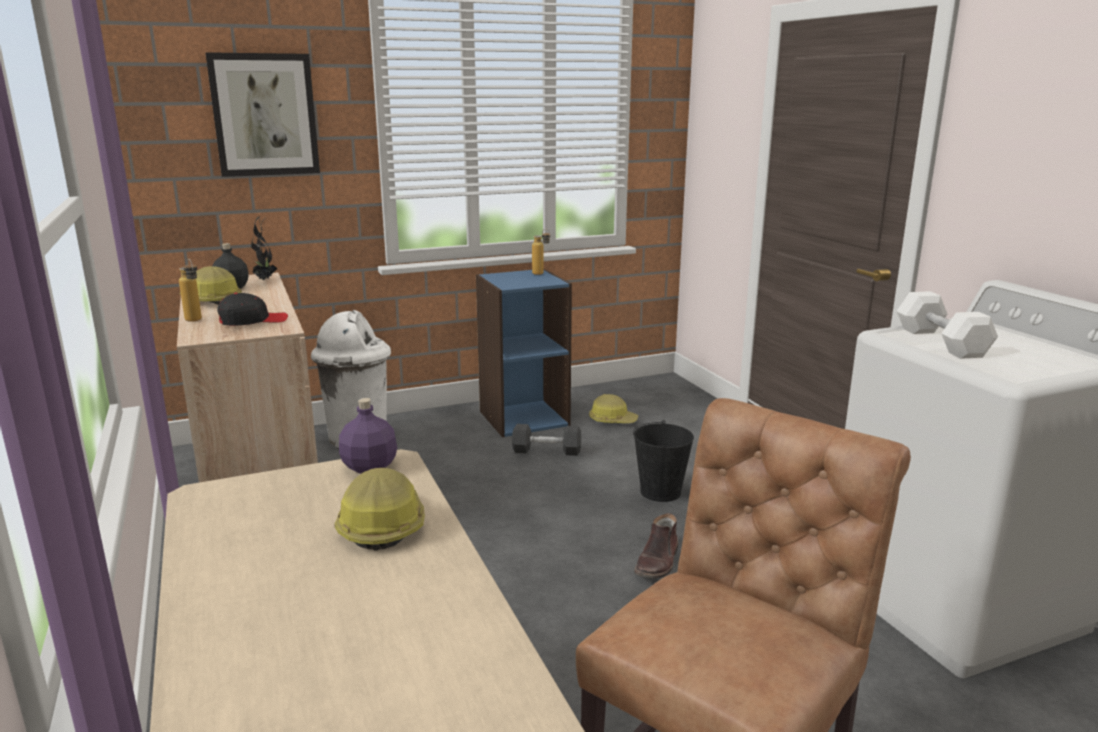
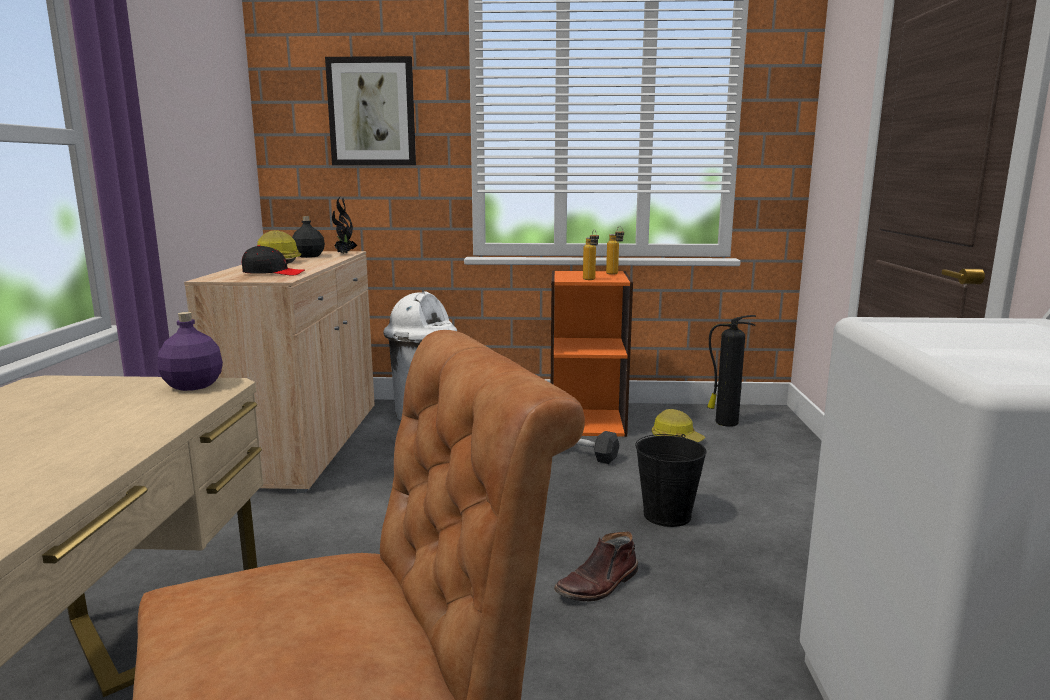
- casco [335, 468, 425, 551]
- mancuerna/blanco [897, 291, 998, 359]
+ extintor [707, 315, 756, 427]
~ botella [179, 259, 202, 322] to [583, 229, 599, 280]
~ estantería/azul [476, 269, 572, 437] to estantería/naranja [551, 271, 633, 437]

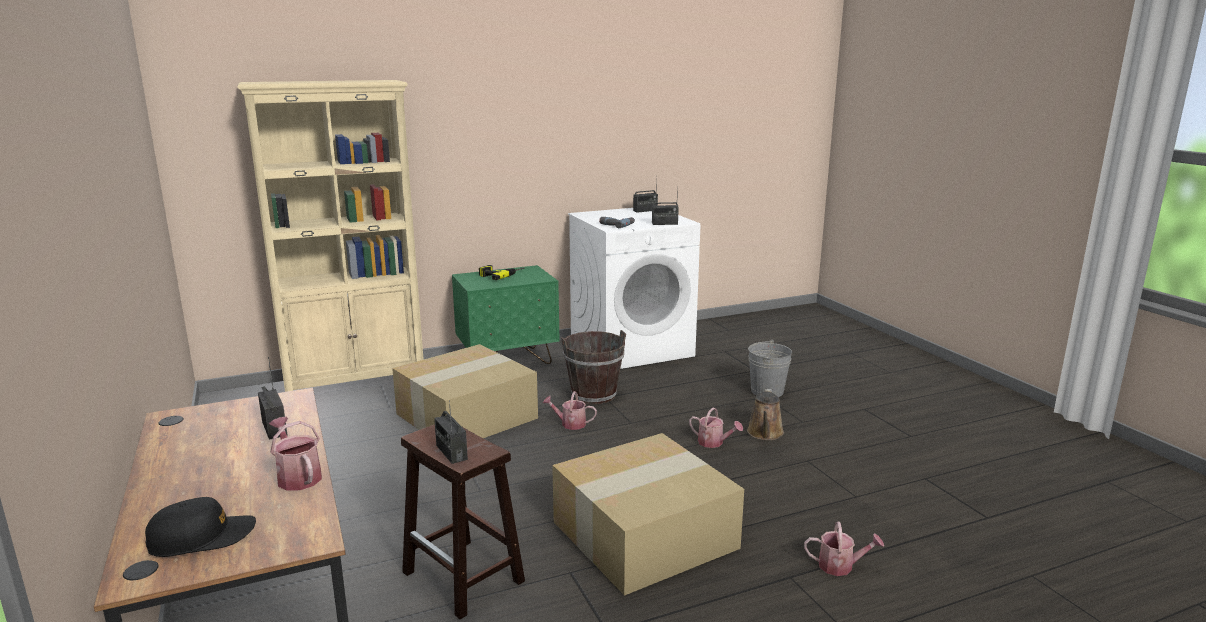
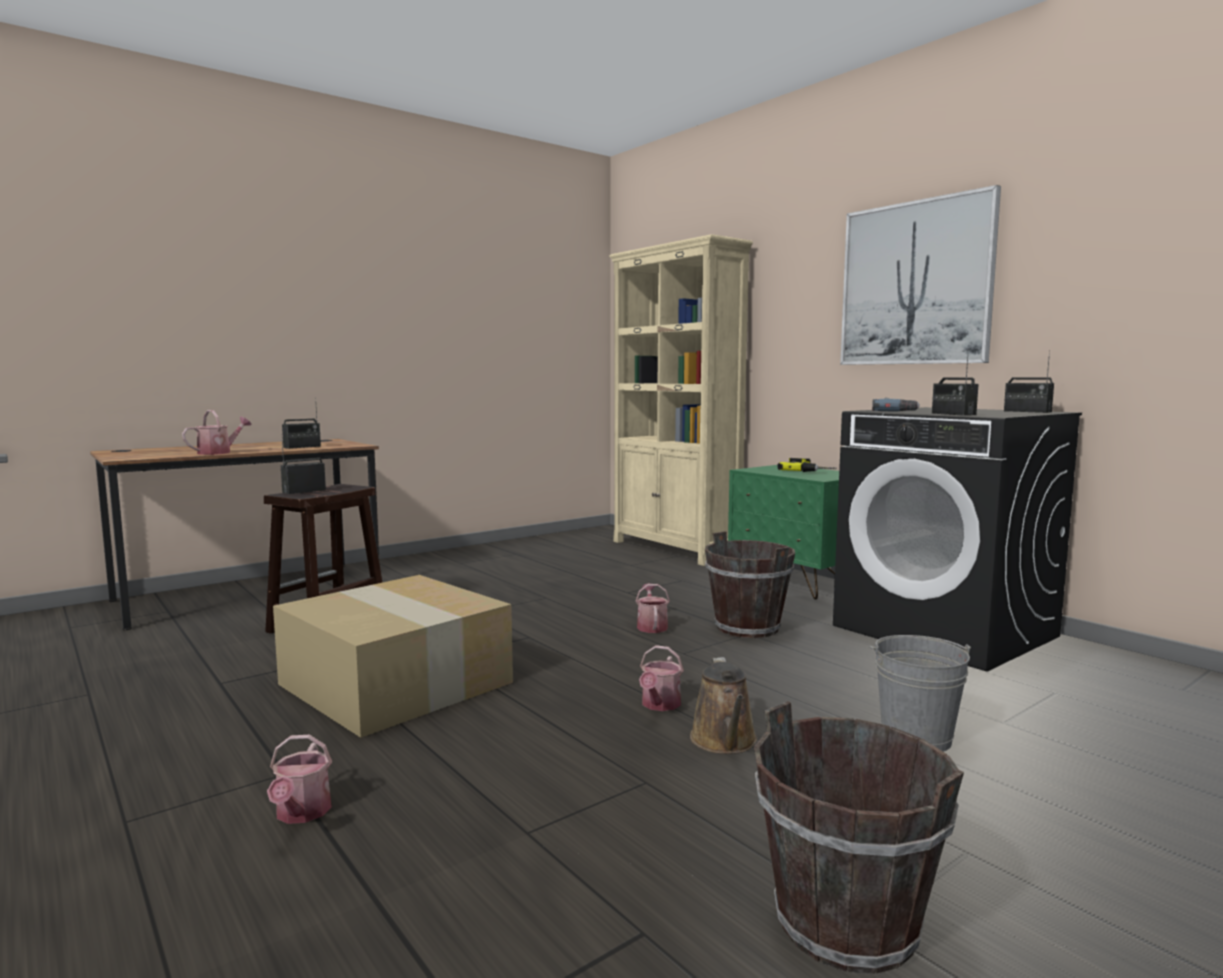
- gorra/negro [145, 497, 256, 557]
- caja de cartón [392, 344, 538, 438]
+ cubo/marrón [754, 701, 964, 974]
+ cuadro [840, 185, 1001, 365]
~ lavadora/blanco [568, 208, 700, 369] to lavadora/negro [833, 407, 1082, 672]
~ regadera/marrón [747, 389, 784, 440] = [690, 657, 757, 754] 90 degrees counterclockwise

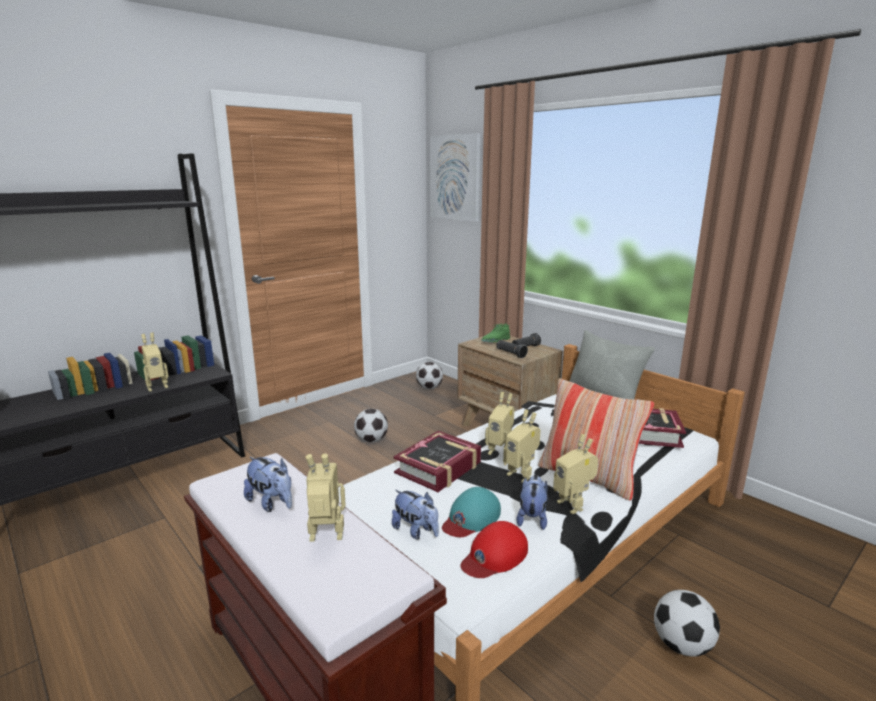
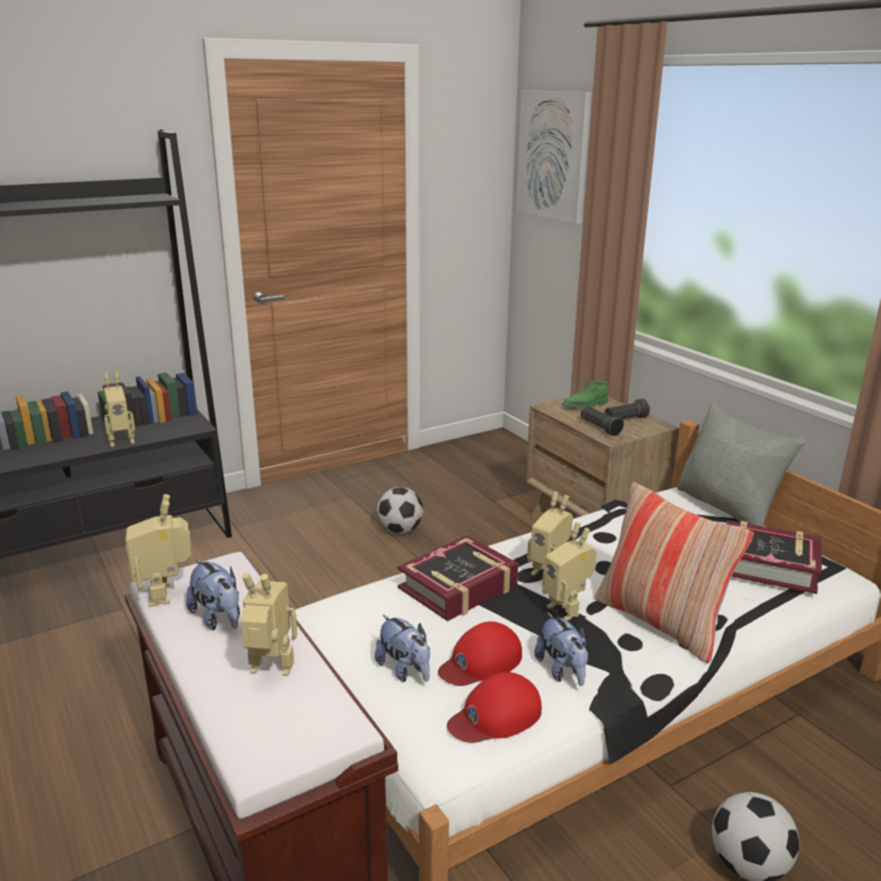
- balón de fútbol [416, 362, 443, 389]
~ robot de juguete [553, 434, 598, 514] to [125, 494, 191, 607]
~ gorra/turquesa [442, 487, 501, 537] to gorra/rojo [438, 621, 522, 686]
~ peluche [516, 475, 548, 530] = [534, 612, 588, 686] 135 degrees clockwise

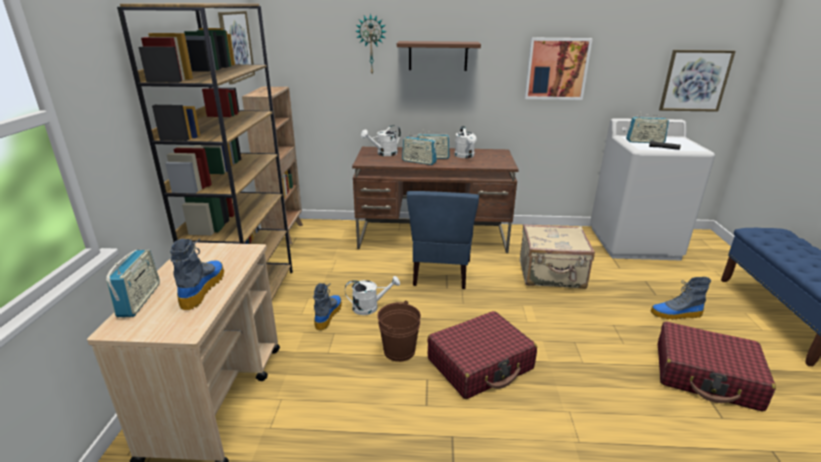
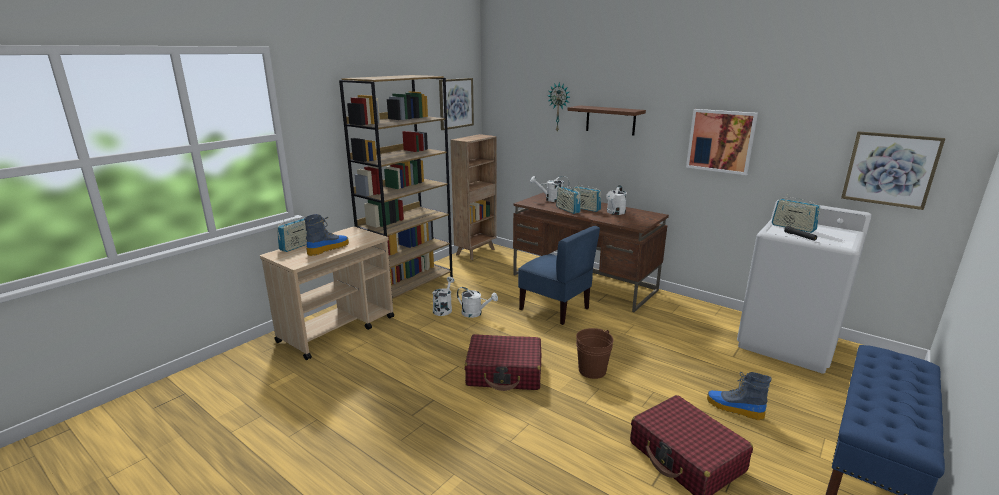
- maleta/beis [520, 224, 595, 289]
~ cubo/marrón [377, 301, 421, 362] to [576, 328, 614, 379]
~ bota [313, 283, 342, 330] to regadera/blanco [432, 277, 455, 316]
~ silla/azul [407, 191, 479, 289] = [518, 226, 600, 325] 90 degrees counterclockwise

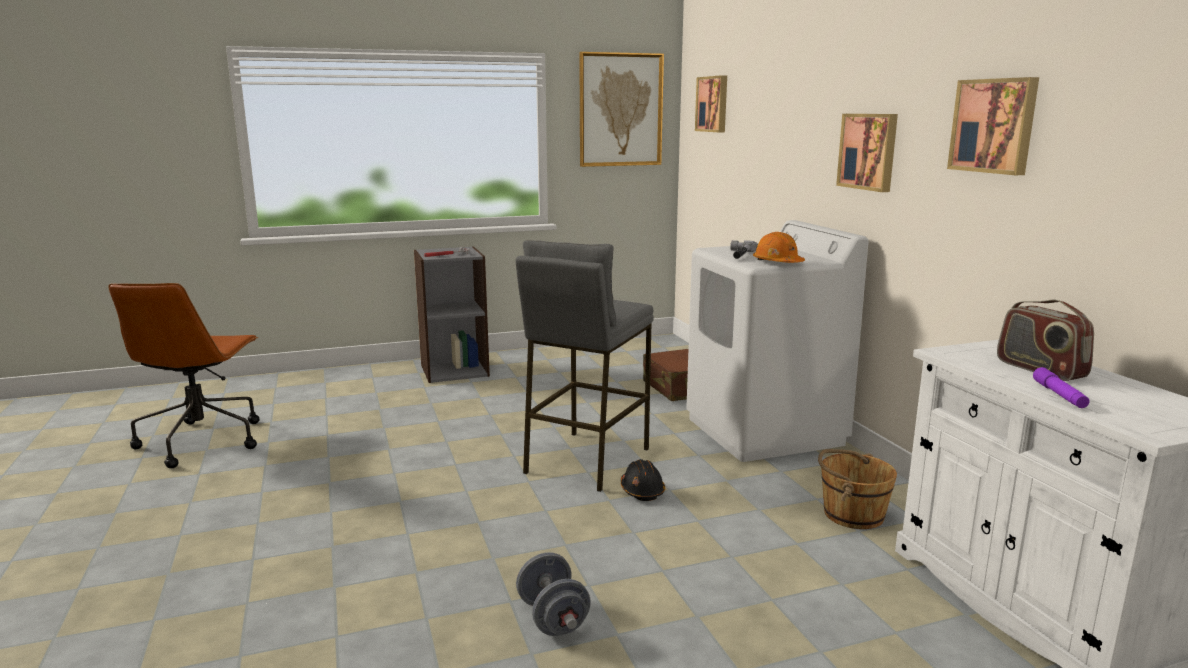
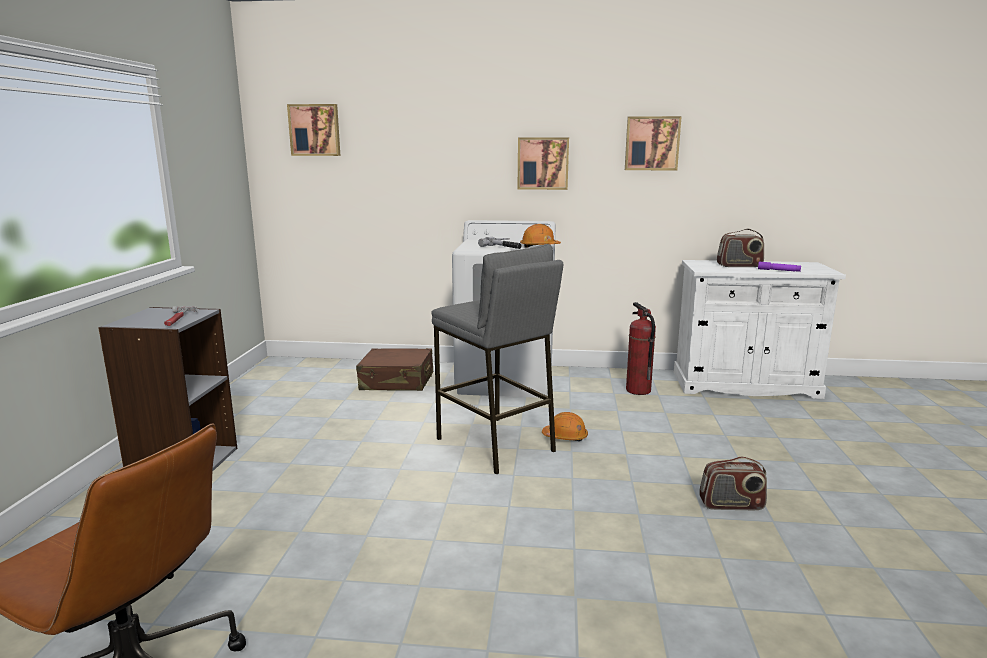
- cuadro [579, 52, 664, 167]
~ mancuerna/gris [516, 552, 591, 636] to radio [699, 457, 767, 510]
~ cubo/marrón [818, 449, 897, 529] to extintor [626, 302, 656, 395]
~ casco/negro [621, 459, 665, 501] to casco/naranja [542, 412, 588, 441]

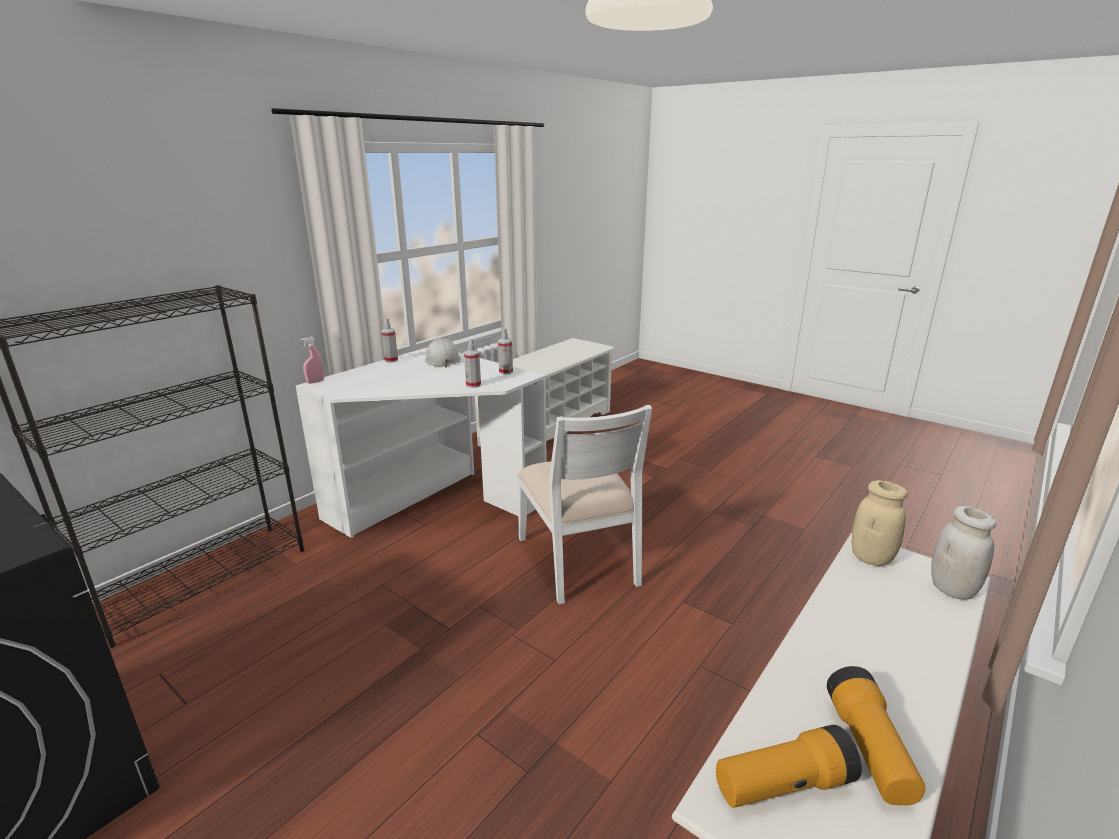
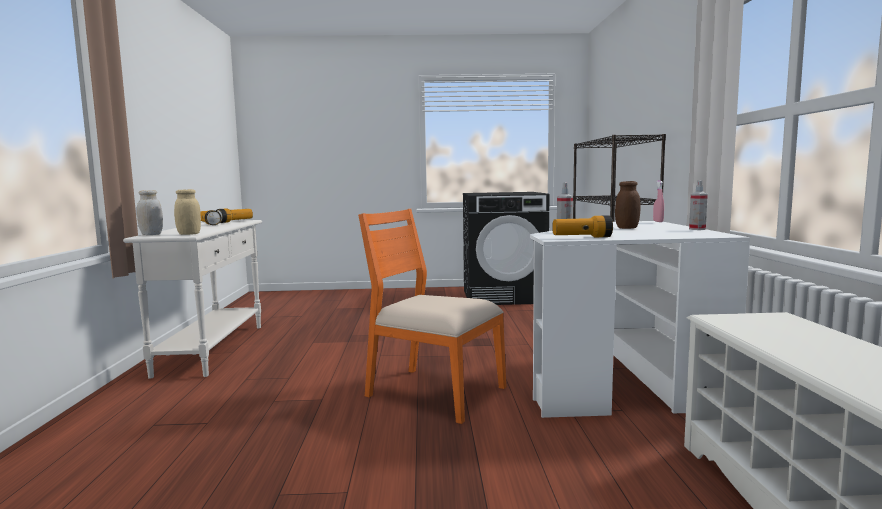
- casco/blanco [425, 338, 461, 368]
+ tarro/marrón [615, 181, 641, 229]
~ pulverizador [498, 328, 513, 375] to linterna [552, 216, 613, 237]
~ silla/blanco [517, 405, 652, 605] to silla/naranja [358, 209, 507, 424]

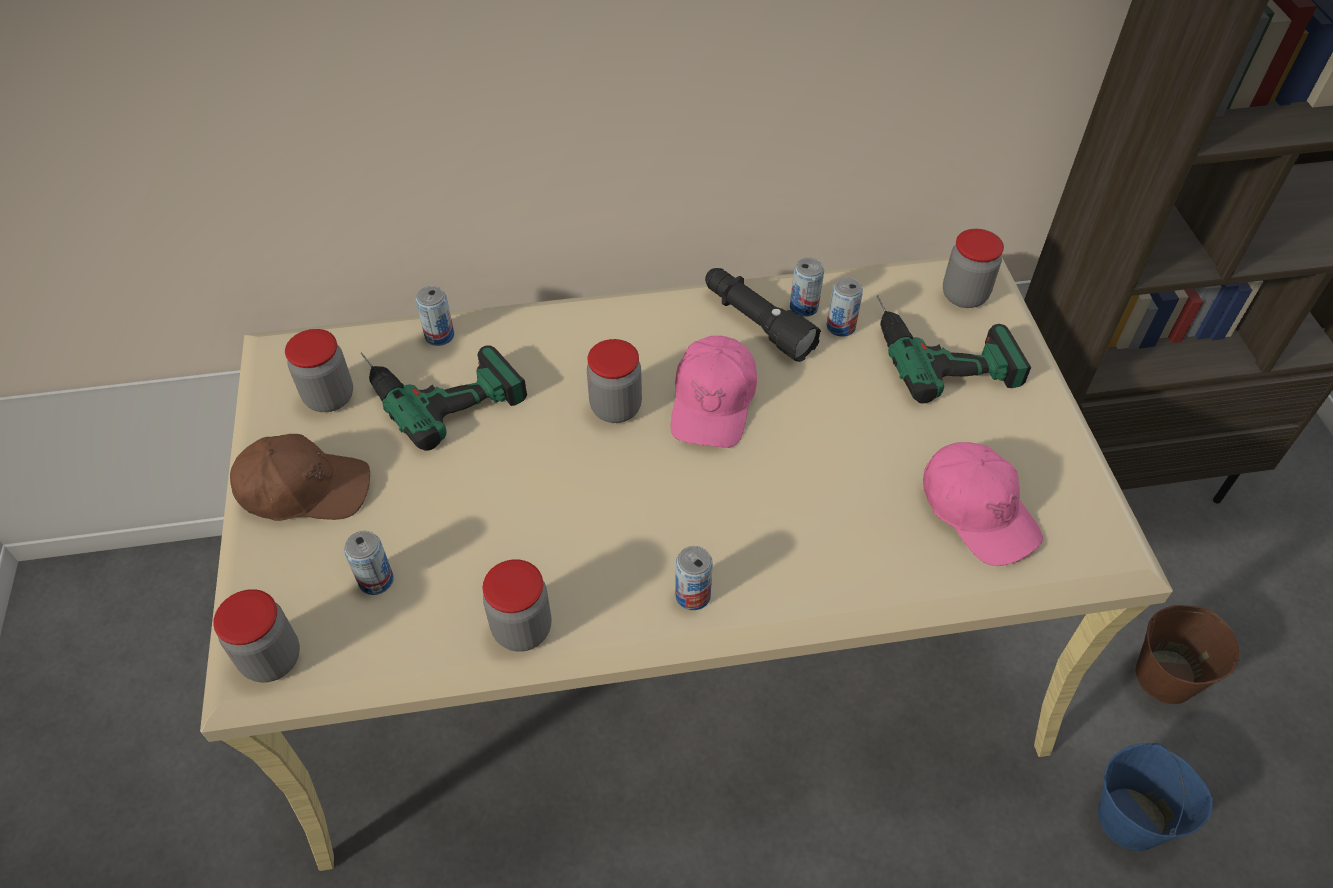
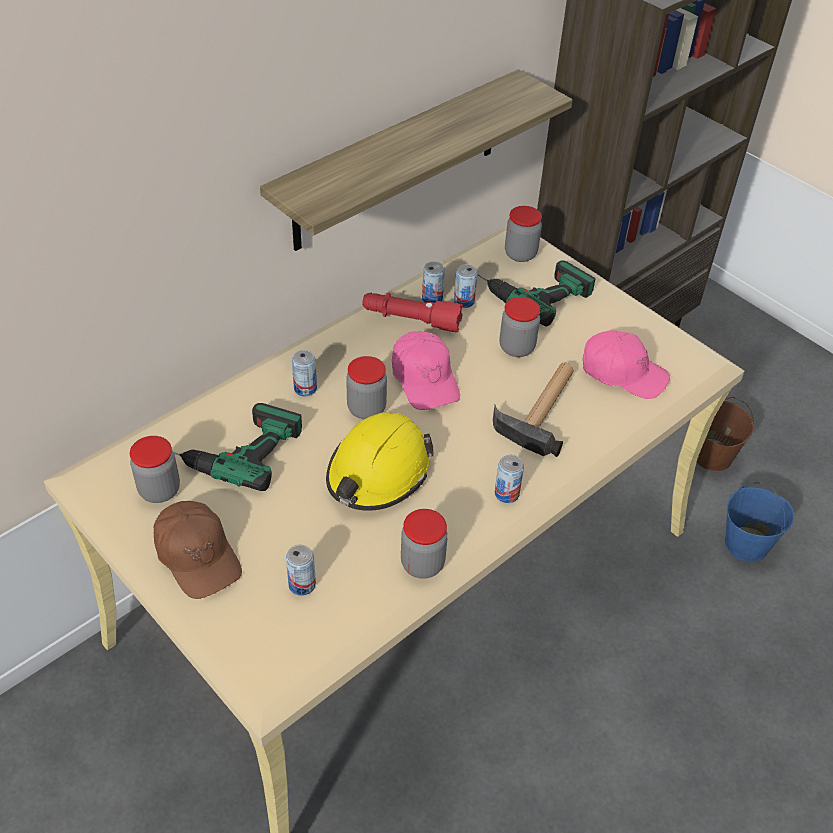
+ estante [260, 69, 573, 251]
+ casco/amarillo [326, 412, 434, 511]
+ martillo [493, 363, 574, 457]
~ tarro [213, 589, 300, 683] to [499, 297, 540, 357]
~ lata [416, 286, 454, 346] to [292, 350, 317, 396]
~ linterna/negro [705, 268, 821, 362] to linterna/rojo [362, 292, 463, 332]
~ gorra/marrón [230, 434, 370, 521] = [154, 501, 242, 599] 90 degrees clockwise

